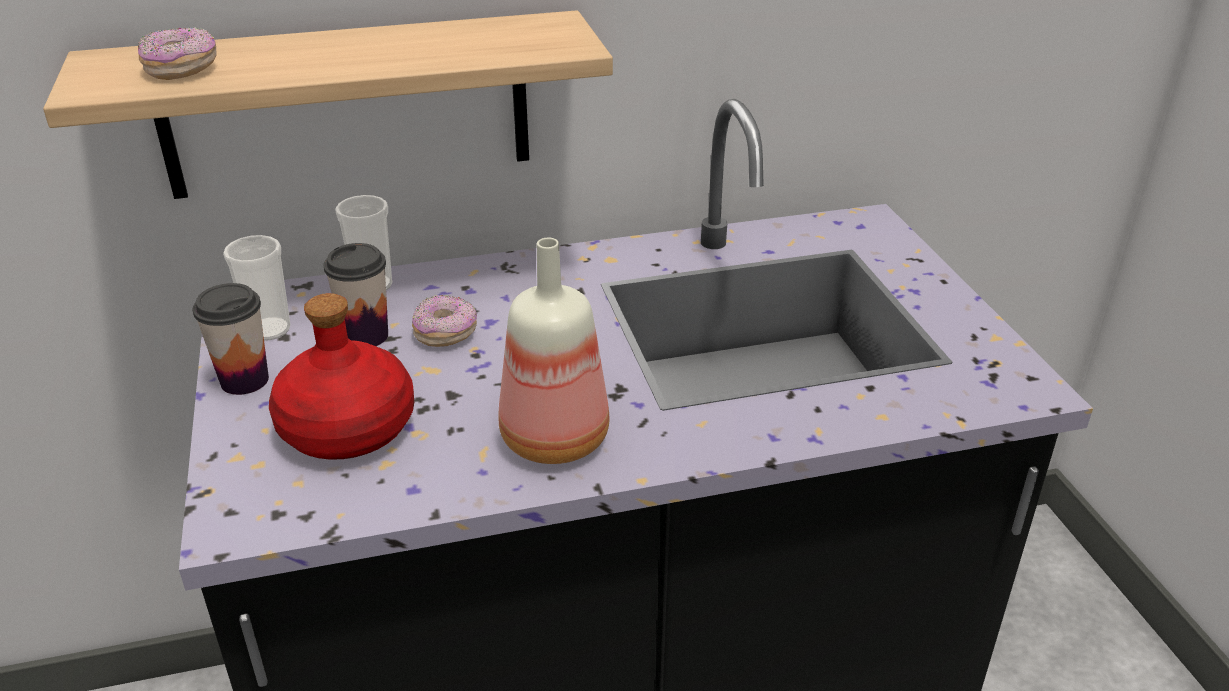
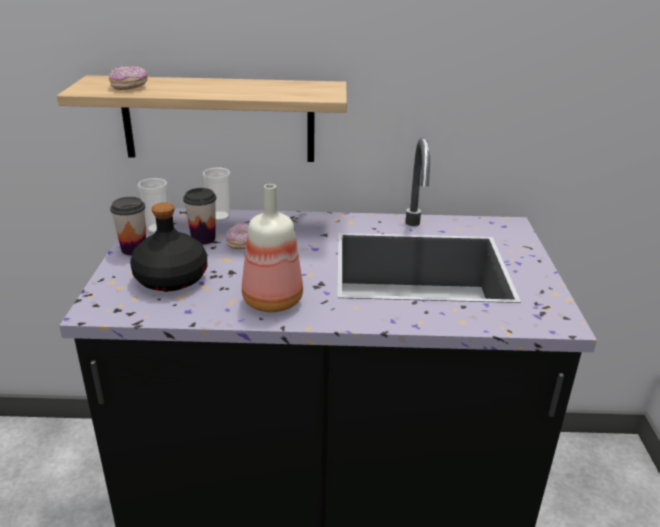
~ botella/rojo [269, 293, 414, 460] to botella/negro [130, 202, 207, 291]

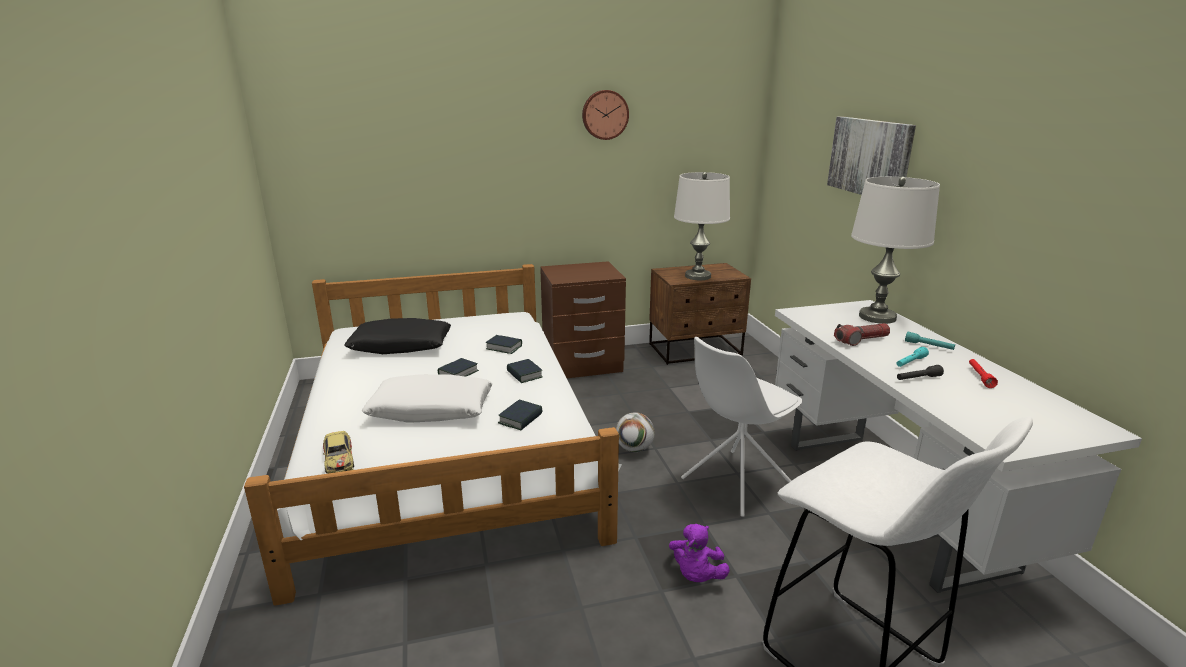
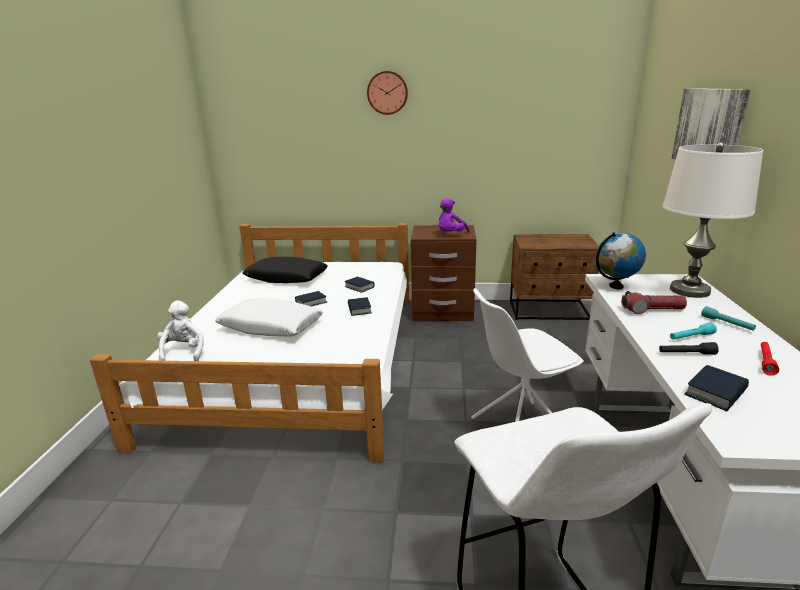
- balón de fútbol [616, 412, 655, 452]
- lámpara de mesa/blanco [674, 172, 730, 280]
+ globo terráqueo [596, 232, 646, 289]
~ libro [498, 400, 542, 430] to [684, 365, 749, 411]
~ reloj de pared [582, 90, 629, 140] to [367, 71, 408, 115]
~ peluche/morado [669, 524, 730, 582] to [439, 198, 470, 232]
~ coche de juguete [323, 431, 354, 473] to peluche/blanco [157, 300, 204, 361]

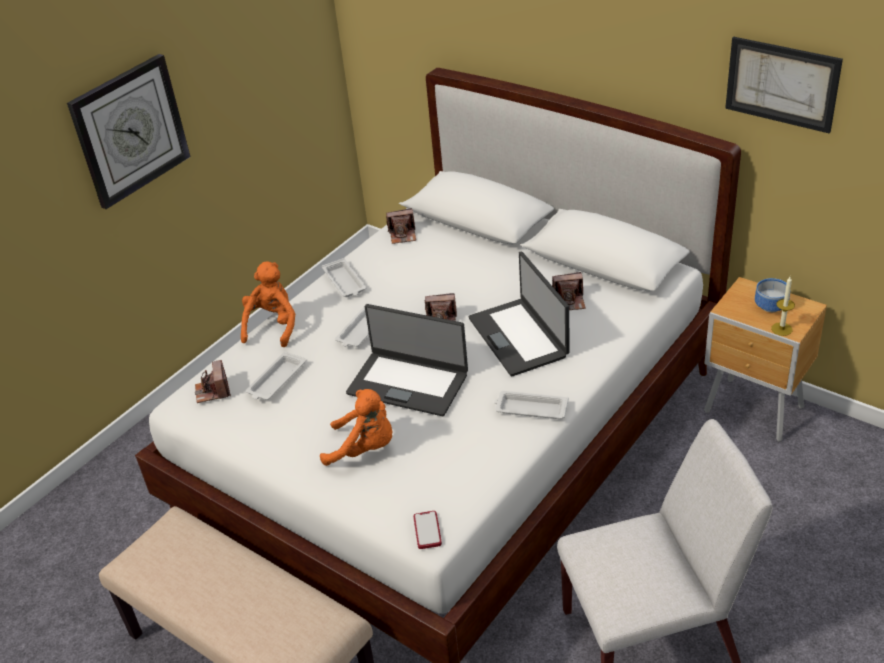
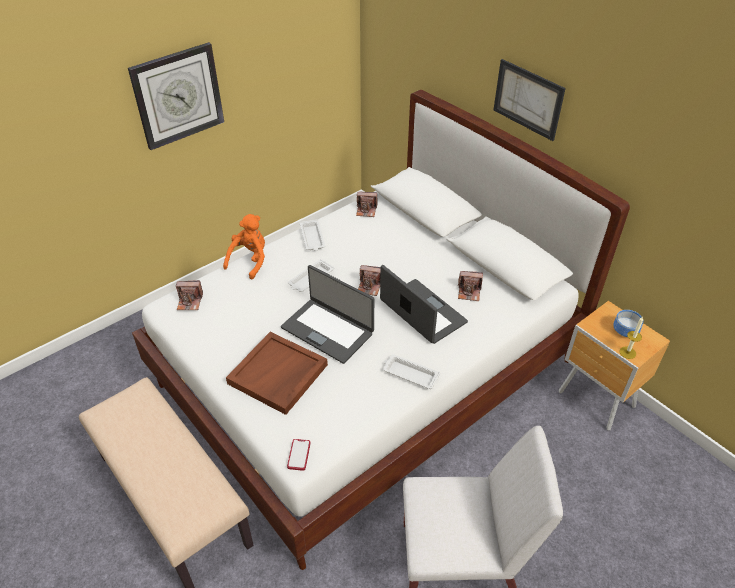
- bandeja/blanco [246, 351, 306, 400]
~ cuadro [725, 37, 843, 133] to [494, 59, 566, 141]
~ peluche/naranja [320, 389, 392, 466] to bandeja/marrón [226, 332, 328, 415]
~ cámara [195, 360, 231, 403] = [176, 280, 203, 310] 90 degrees counterclockwise
~ portátil [469, 252, 570, 377] = [380, 265, 468, 344] 150 degrees clockwise

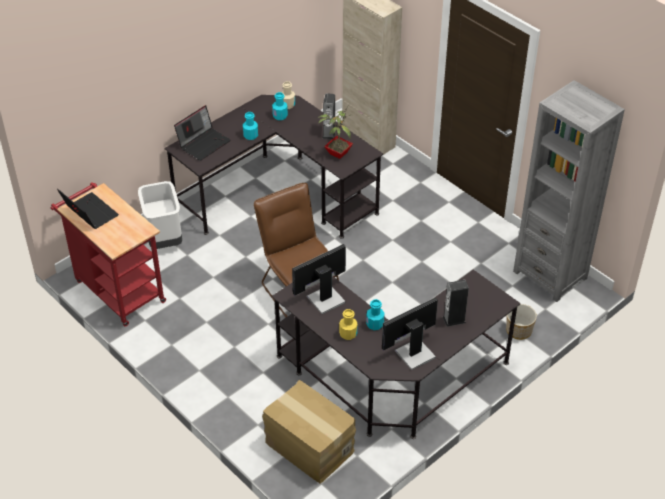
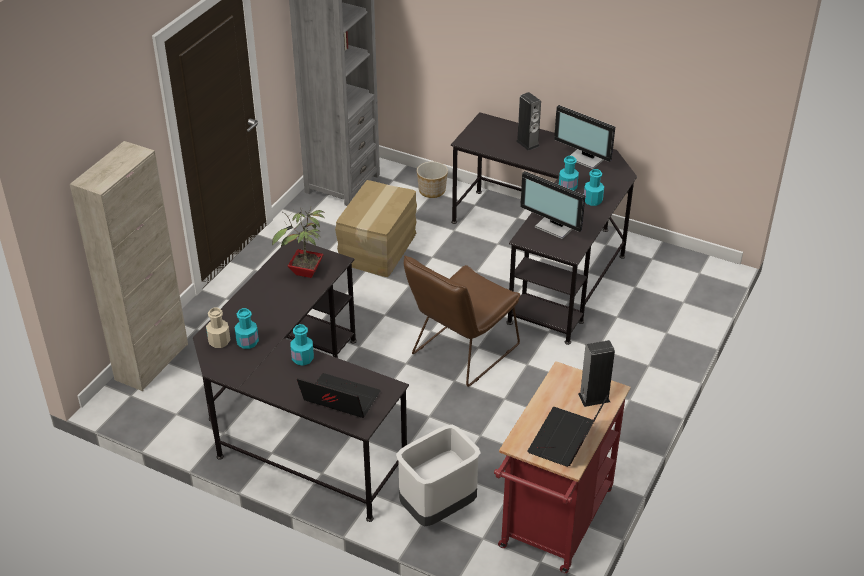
~ caja de cartón [262, 380, 356, 483] to [335, 180, 417, 277]
~ altavoz [322, 93, 335, 139] to [578, 340, 615, 407]
~ botella/amarillo [339, 309, 358, 340] to botella/turquesa [584, 169, 604, 206]

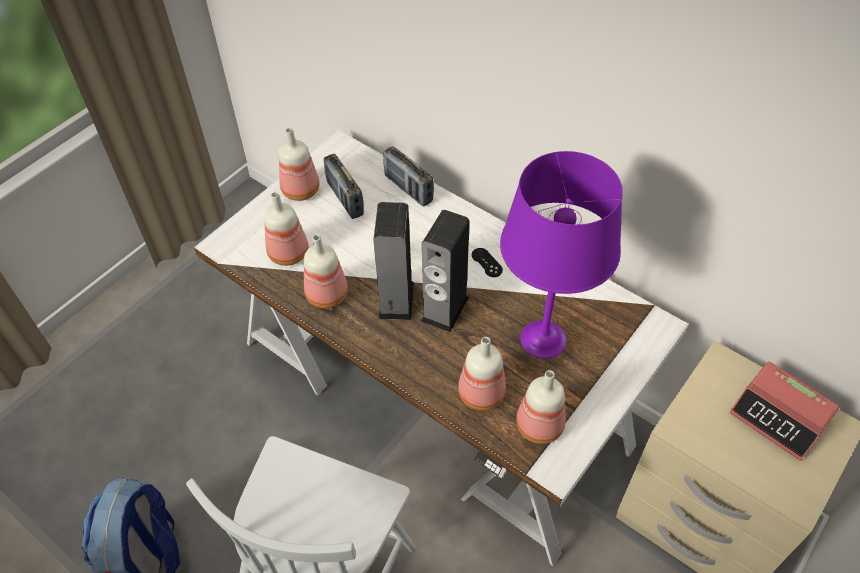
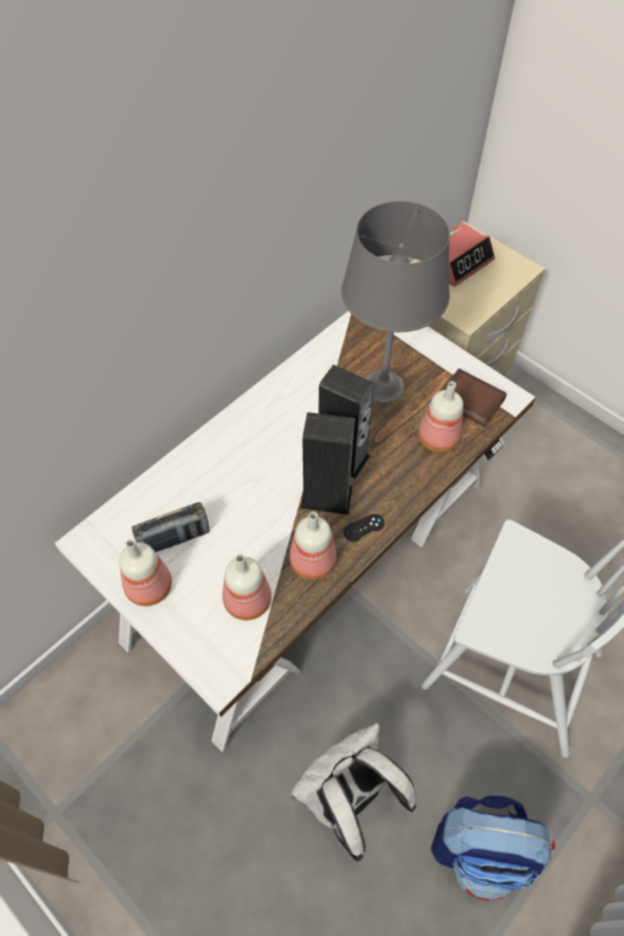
- radio [383, 146, 434, 207]
+ mochila/blanco [290, 723, 416, 861]
~ mando de consola/negro [472, 248, 503, 277] to [344, 514, 385, 541]
~ botella [516, 370, 566, 444] to libro [441, 369, 506, 427]
~ lámpara de mesa/morado [500, 151, 623, 359] to lámpara de mesa/gris [341, 201, 450, 403]

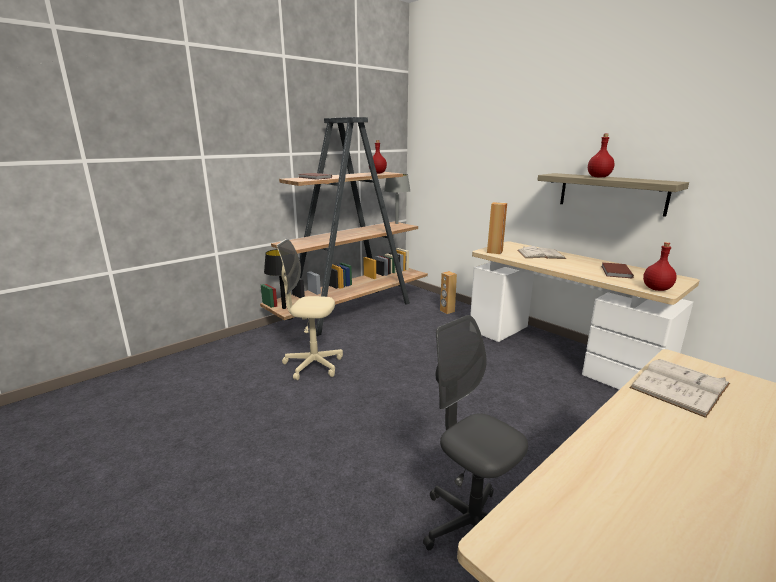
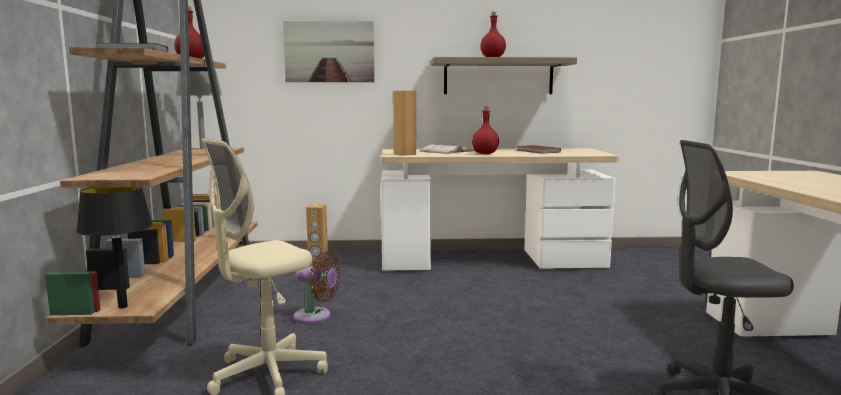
- libro/blanco [630, 359, 730, 418]
+ cuadro [283, 21, 374, 82]
+ ventilador/marrón [294, 251, 341, 323]
~ botella/rojo [643, 242, 677, 291] to [472, 107, 499, 154]

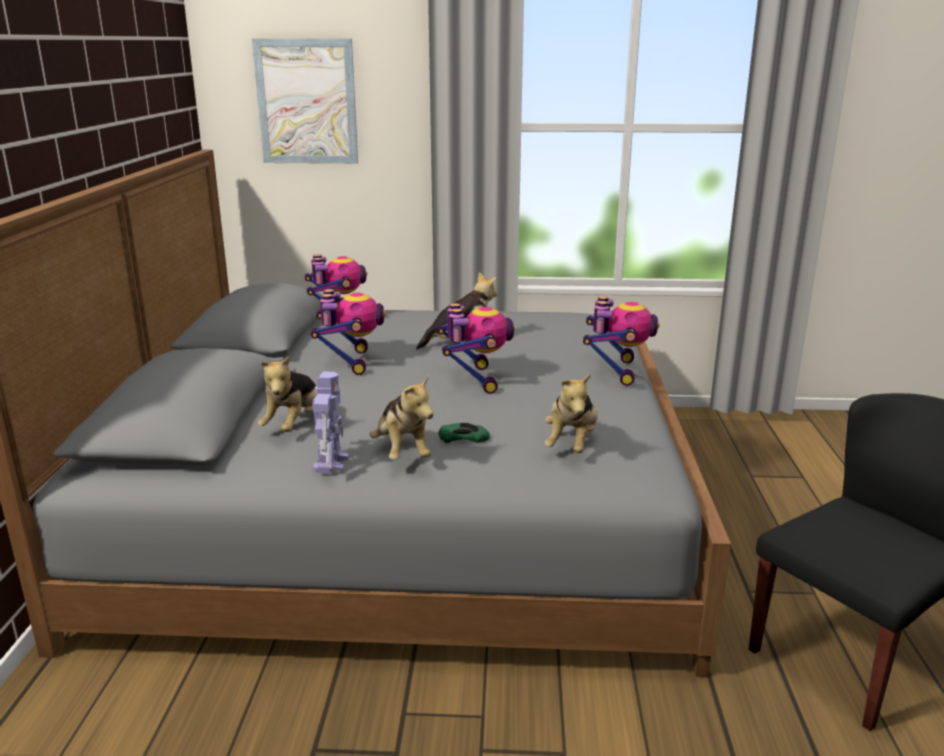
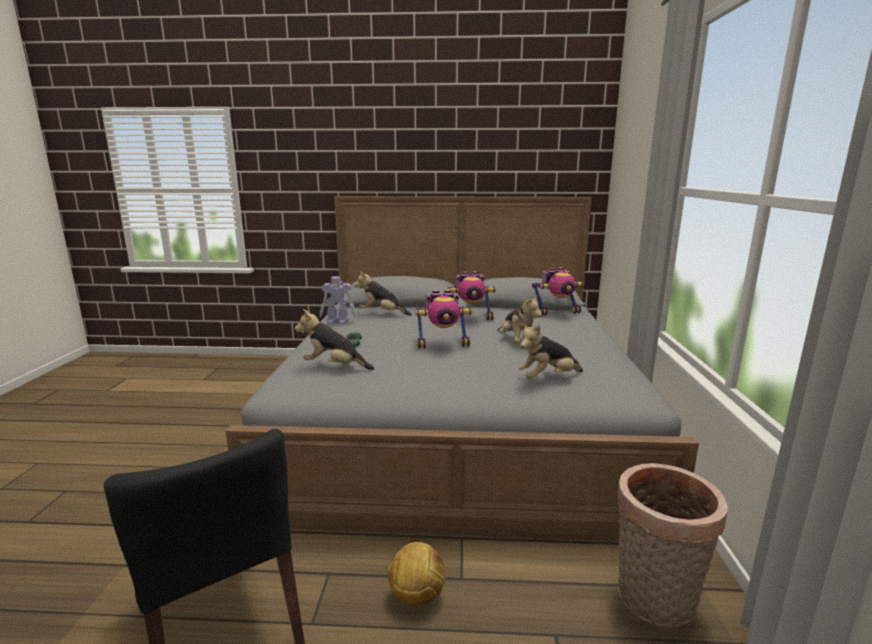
- cuadro [252, 38, 358, 164]
- robot de juguete [583, 296, 660, 386]
+ balón de fútbol [387, 542, 445, 606]
+ cesta [617, 463, 728, 628]
~ peluche [370, 376, 434, 460] to [518, 324, 583, 378]

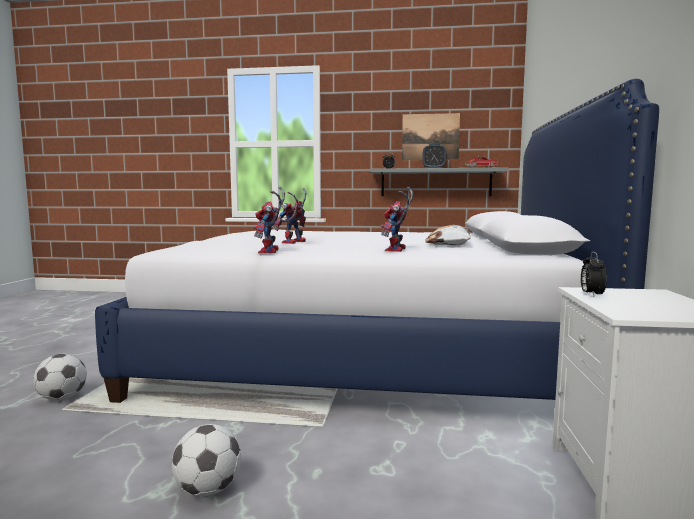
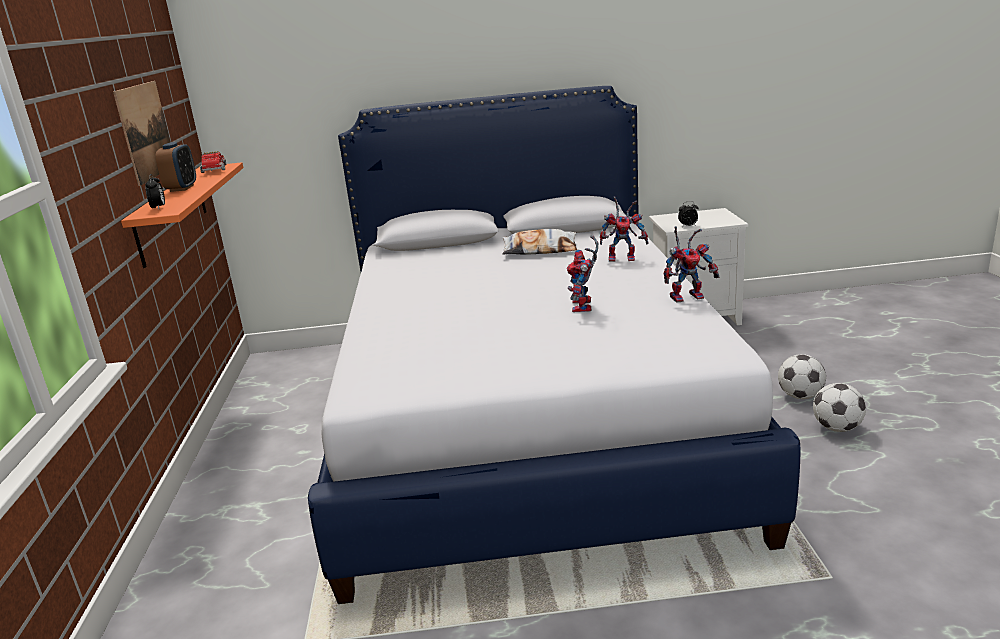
~ balón de fútbol [33, 354, 87, 401] to [778, 354, 826, 399]
~ estante/gris [370, 167, 508, 196] to estante/naranja [121, 162, 244, 268]
~ robot de juguete [273, 188, 306, 244] = [567, 235, 598, 312] 75 degrees clockwise

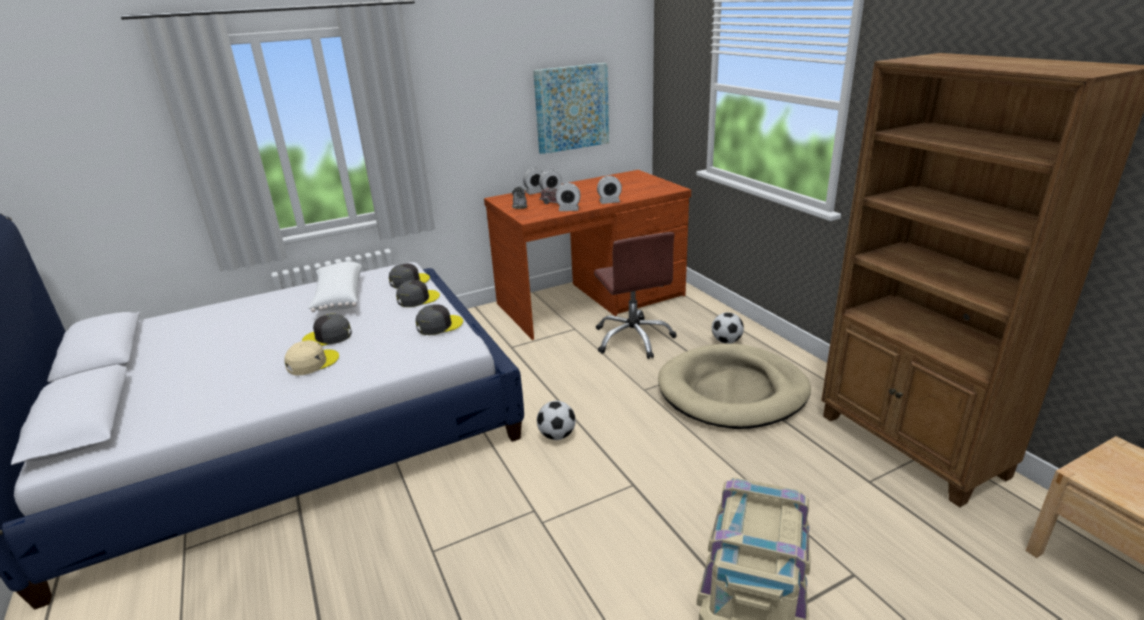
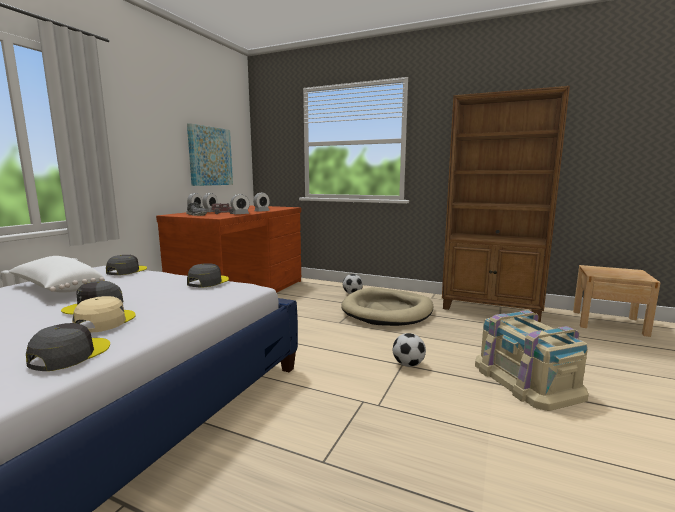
- silla de oficina/marrón [594, 232, 677, 359]
~ gorra/gris [396, 280, 440, 307] to [26, 323, 110, 371]
~ balón de fútbol [537, 401, 576, 440] to [393, 333, 426, 367]

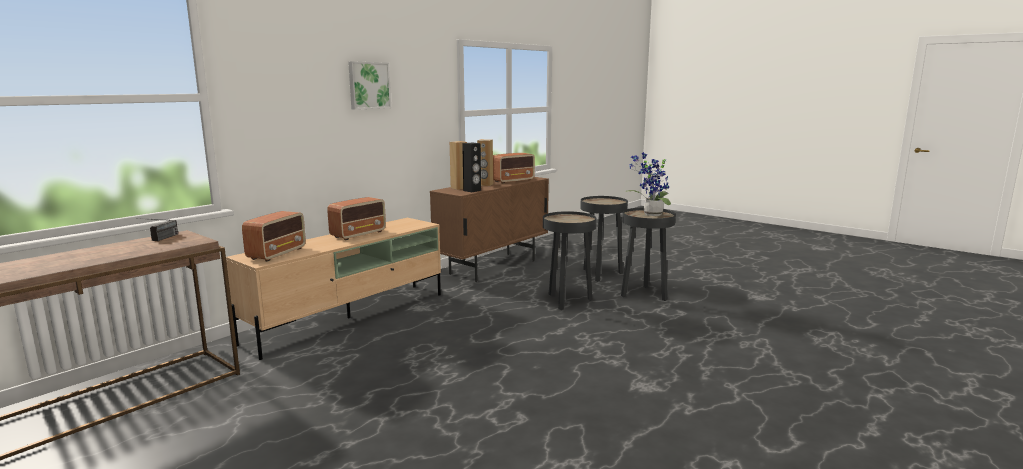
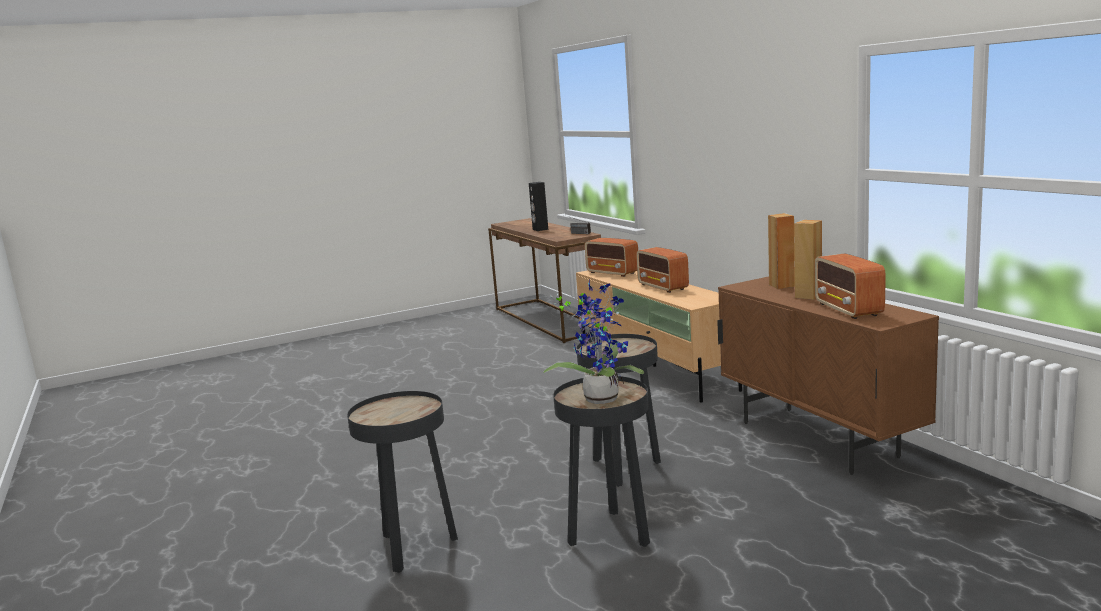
- cuadro [348, 61, 391, 110]
~ altavoz/negro [462, 143, 481, 192] to [529, 182, 548, 231]
~ mesa auxiliar/negro [580, 196, 628, 282] to [347, 391, 458, 573]

